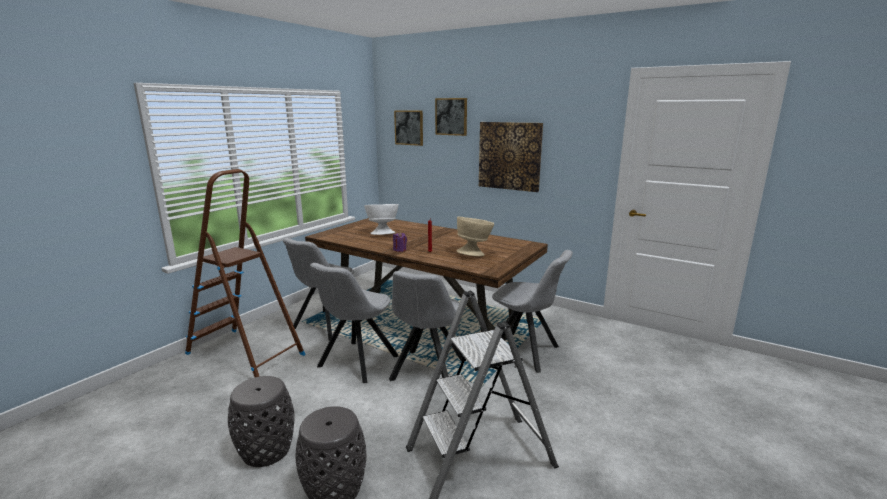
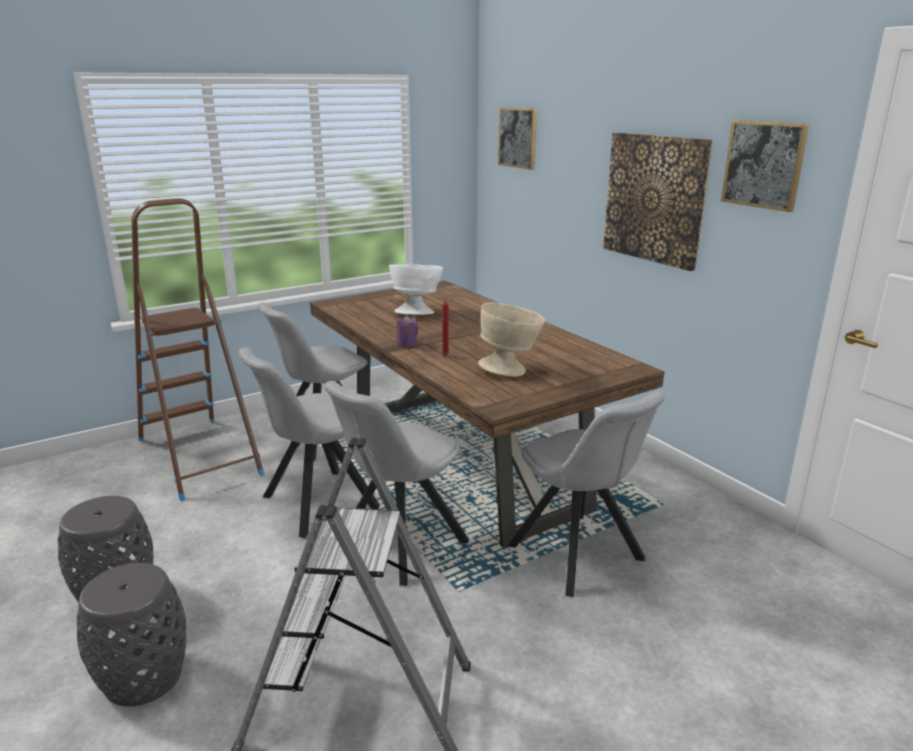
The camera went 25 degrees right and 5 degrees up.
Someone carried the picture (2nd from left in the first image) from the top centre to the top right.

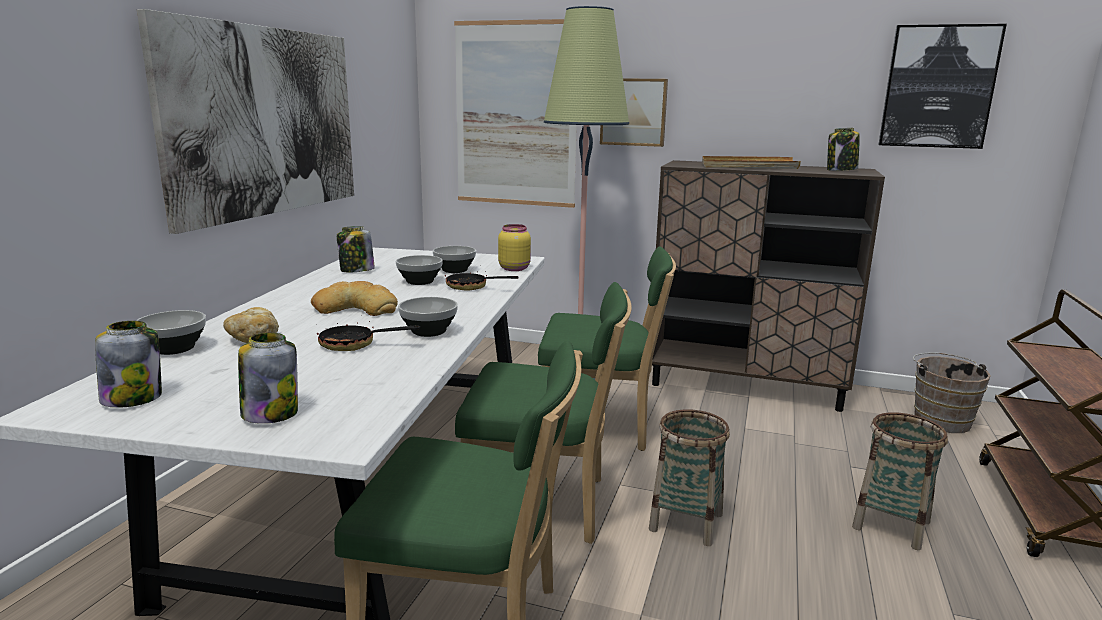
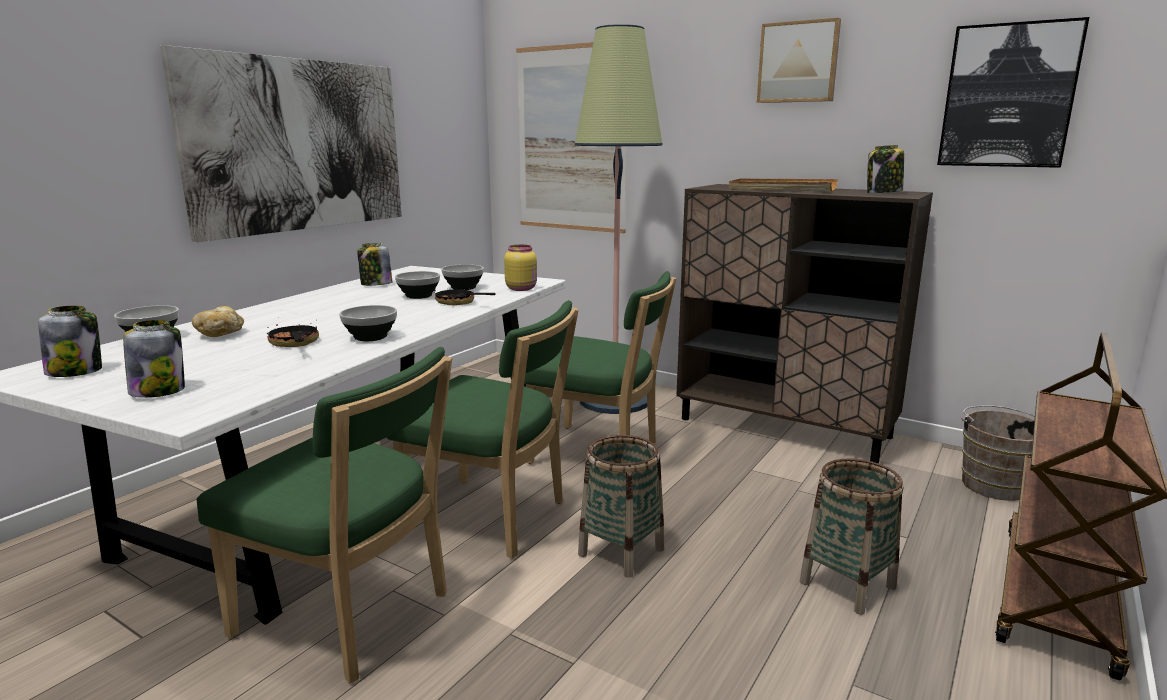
The camera went 15 degrees right and 0 degrees up.
Someone took away the baked bread (2nd from left) at the middle left.
Someone carried the picture (3rd from left) from the top centre to the top right.
Someone rotated the skillet (1st from left) at the centre by 45 degrees clockwise.

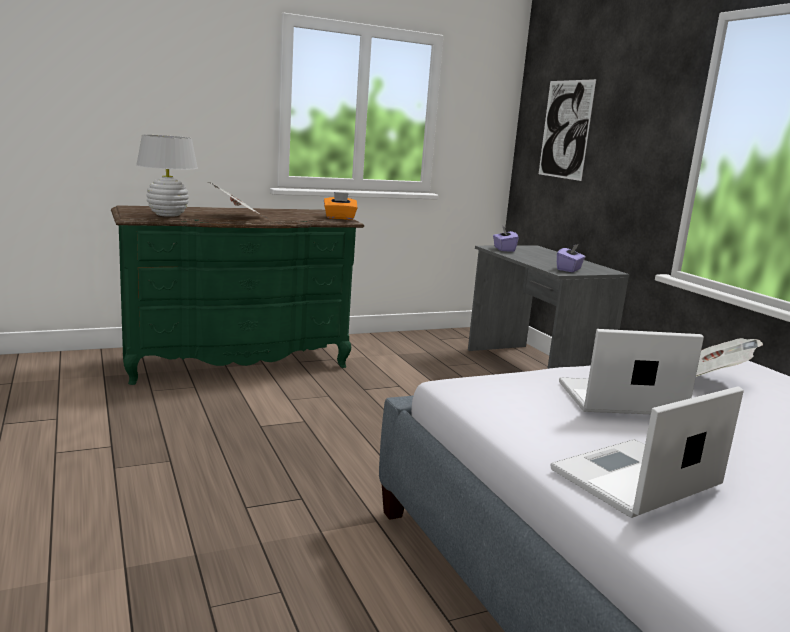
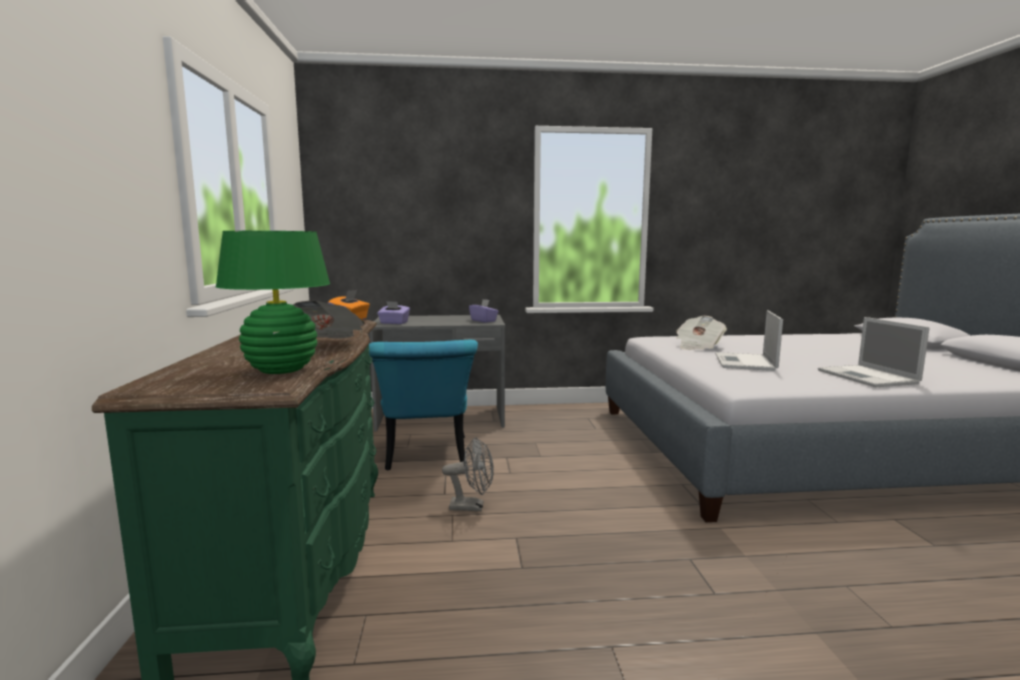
The camera went 70 degrees left and 5 degrees down.
Someone took away the picture at the top right.
Someone put down the chair in turquoise-coloured at the centre.
Someone put down the fan in gray at the bottom centre.
Someone repainted the table lamp in white at the top left, which became the table lamp in green at the middle left.

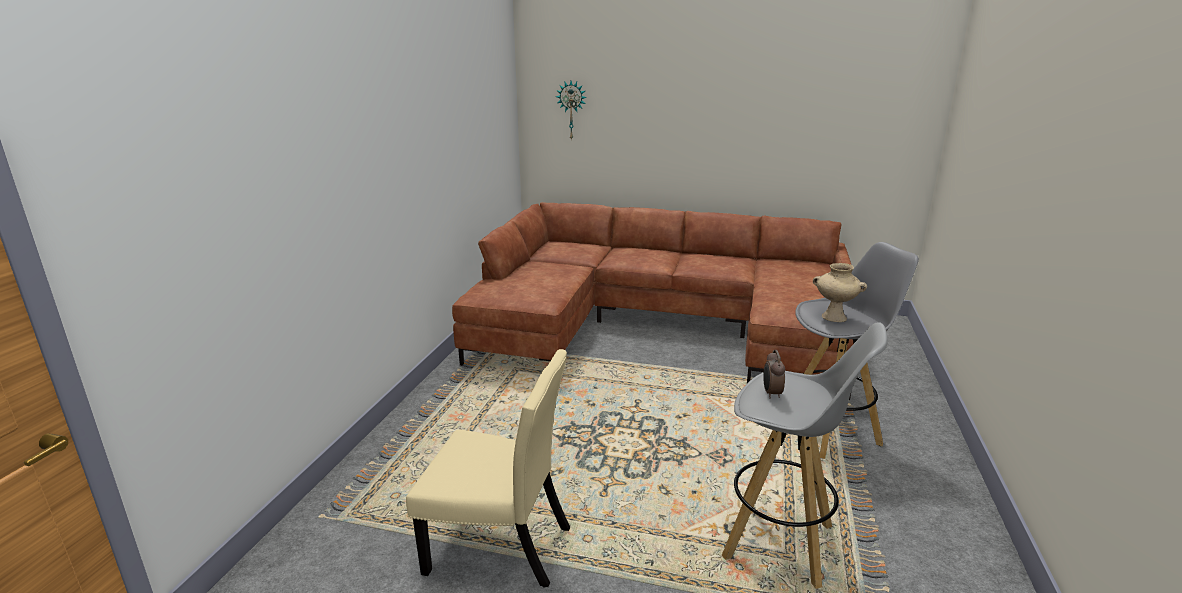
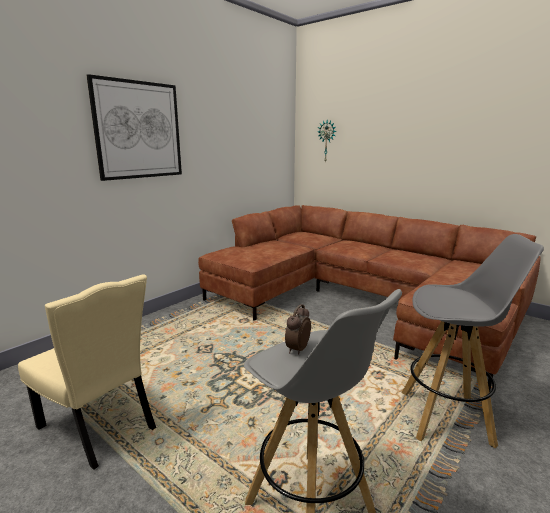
The camera went 25 degrees right and 5 degrees down.
Someone took away the decorative vase in sand-coloured at the middle right.
Someone put up the picture at the top left.

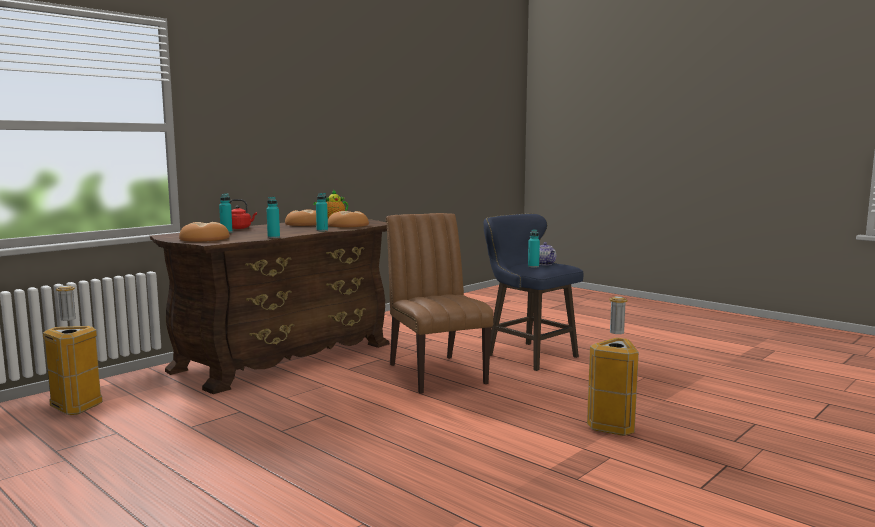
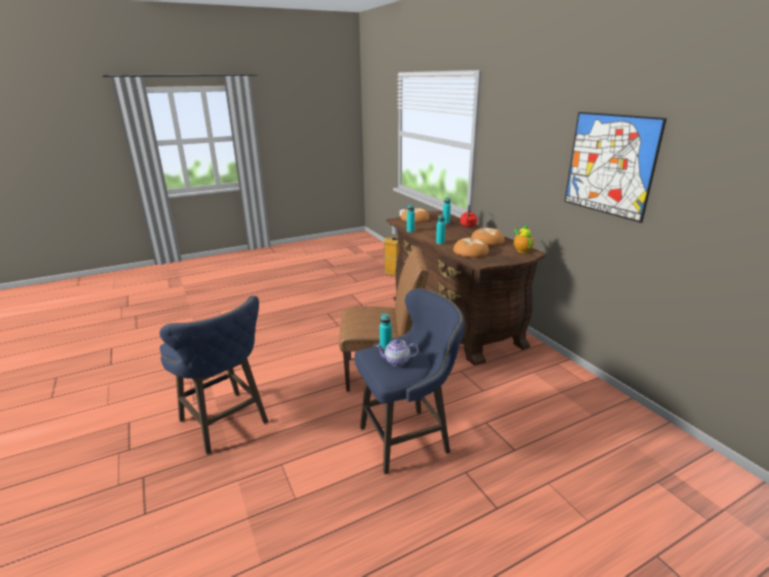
The camera went 110 degrees right and 15 degrees up.
Someone put up the picture at the top right.
Someone swapped the waste bin (2nd from left) at the bottom right for the stool seat in bluish (1st from left) at the middle left.

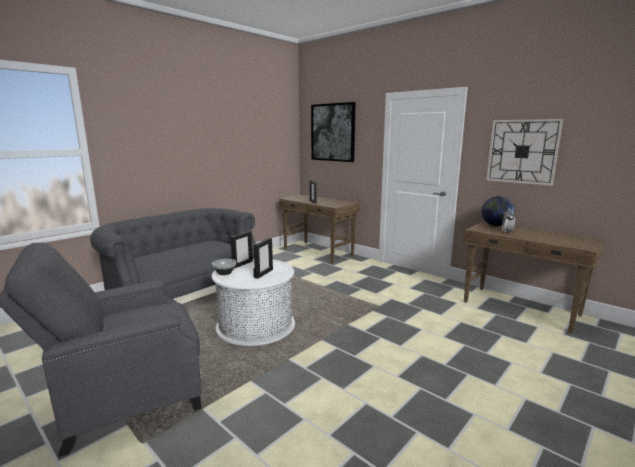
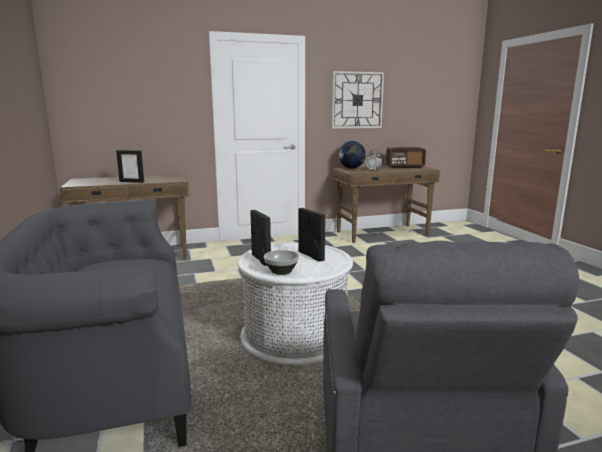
The camera went 60 degrees left and 0 degrees up.
Someone took away the picture at the top centre.
Someone put down the radio set at the middle right.

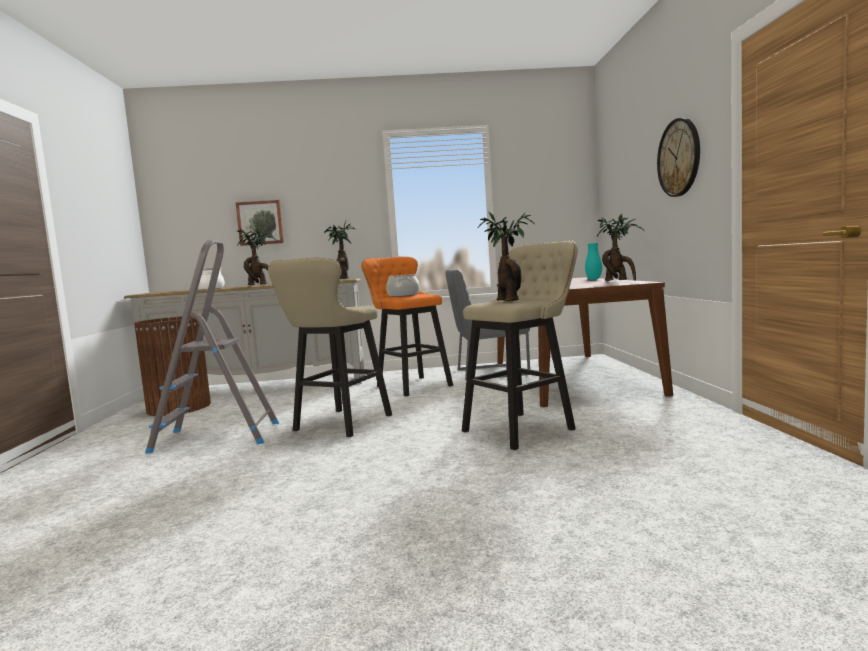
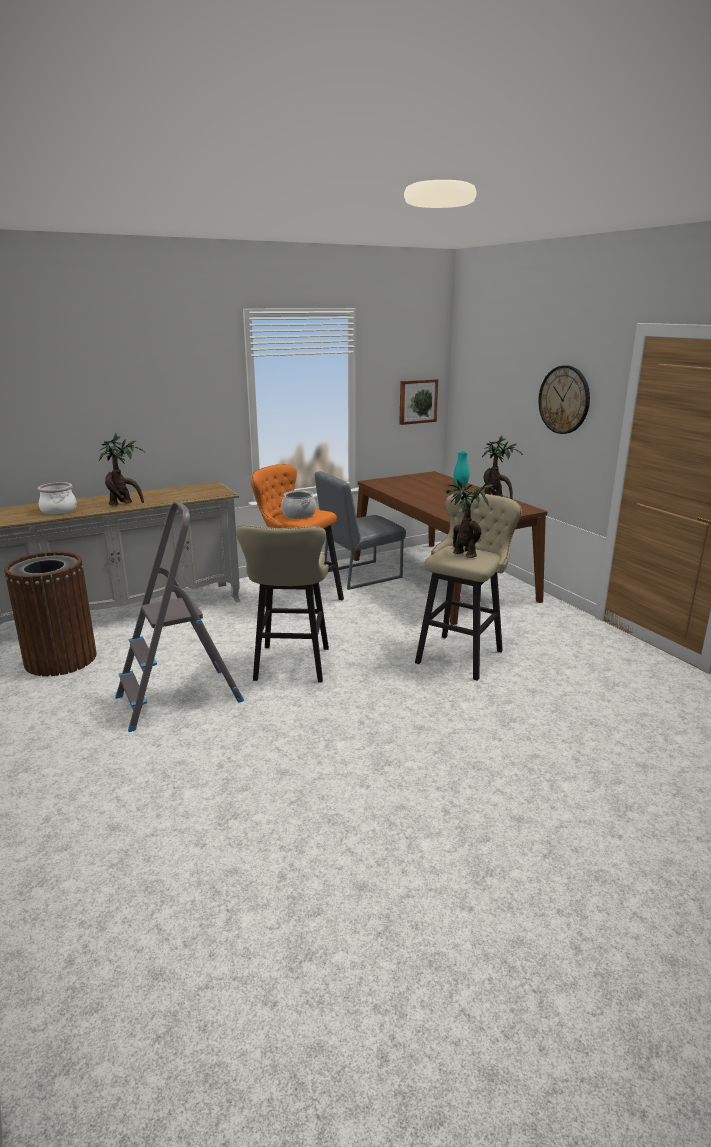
The camera went 25 degrees left and 15 degrees up.
Someone took away the plant in a pot (2nd from left) at the centre.
Someone carried the picture from the middle left to the centre.

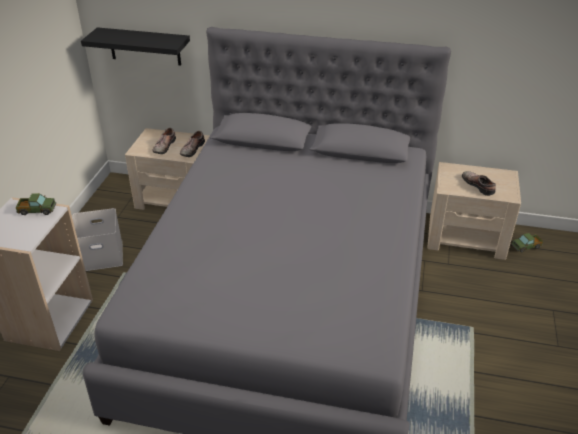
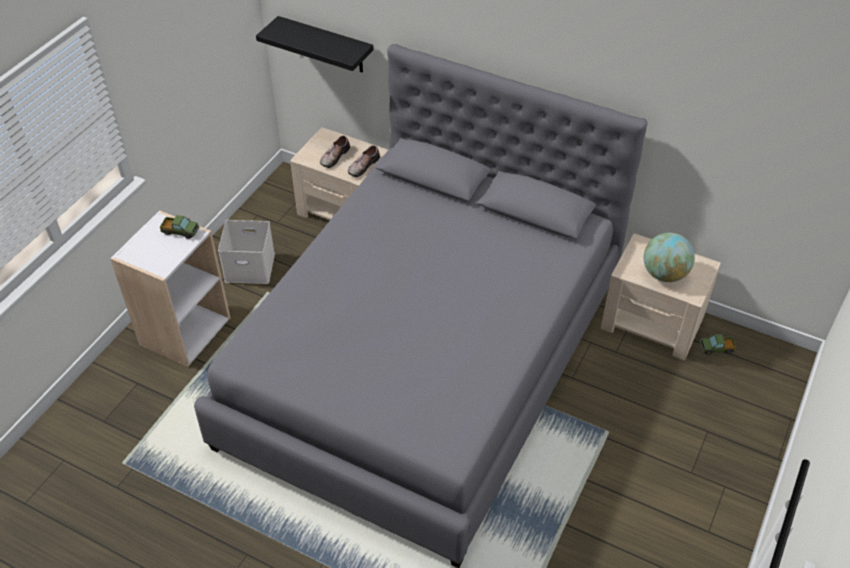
The camera went 15 degrees right and 10 degrees up.
Someone swapped the item of footwear (3rd from left) at the middle right for the globe at the middle right.

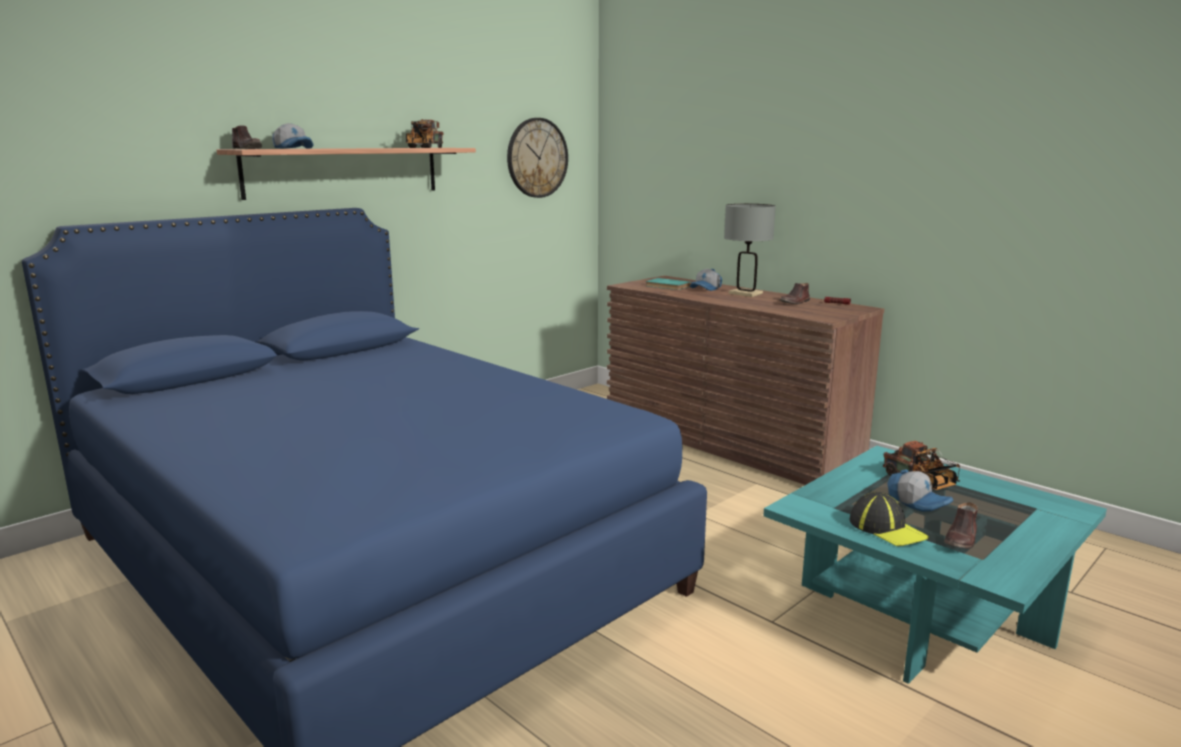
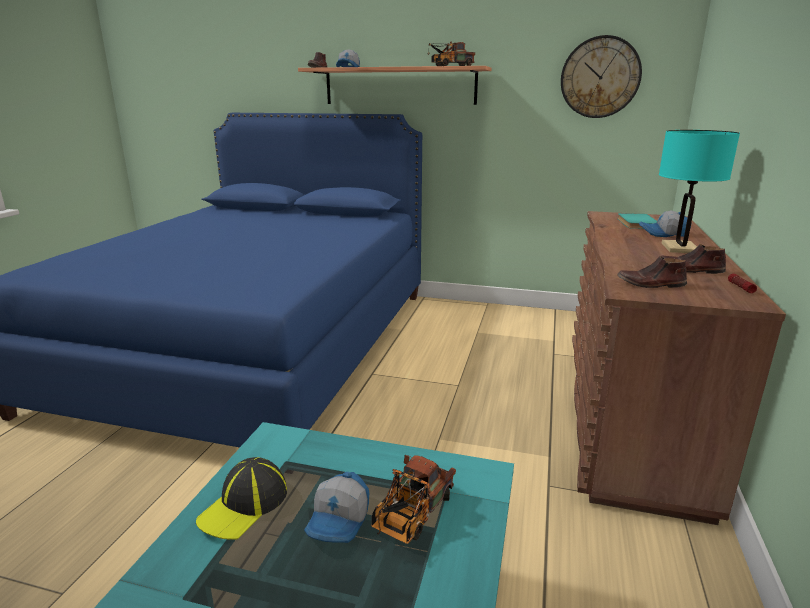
The camera went 60 degrees right and 5 degrees up.
Someone carried the item of footwear in brownish (3rd from left in the first image) from the bottom right to the middle right.
Someone repainted the table lamp in gray at the centre, which became the table lamp in turquoise-coloured at the top right.

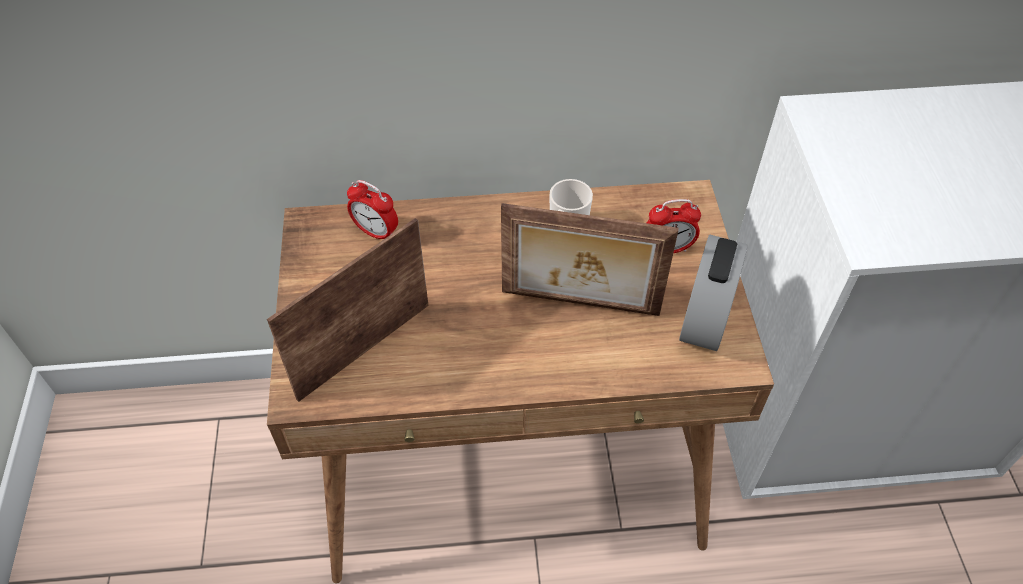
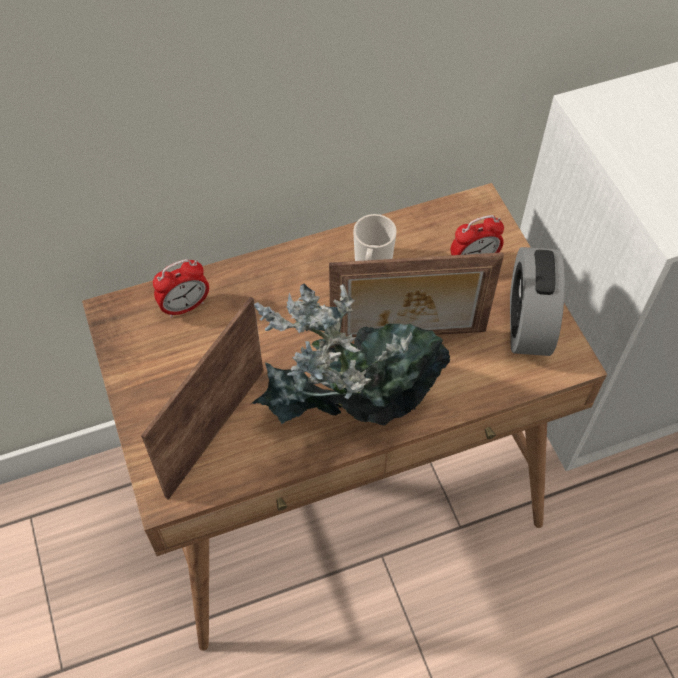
The camera went 15 degrees left and 5 degrees up.
Someone put down the plant in a pot at the centre.
Someone rotated the table clock (1st from left) at the centre by 45 degrees counterclockwise.

